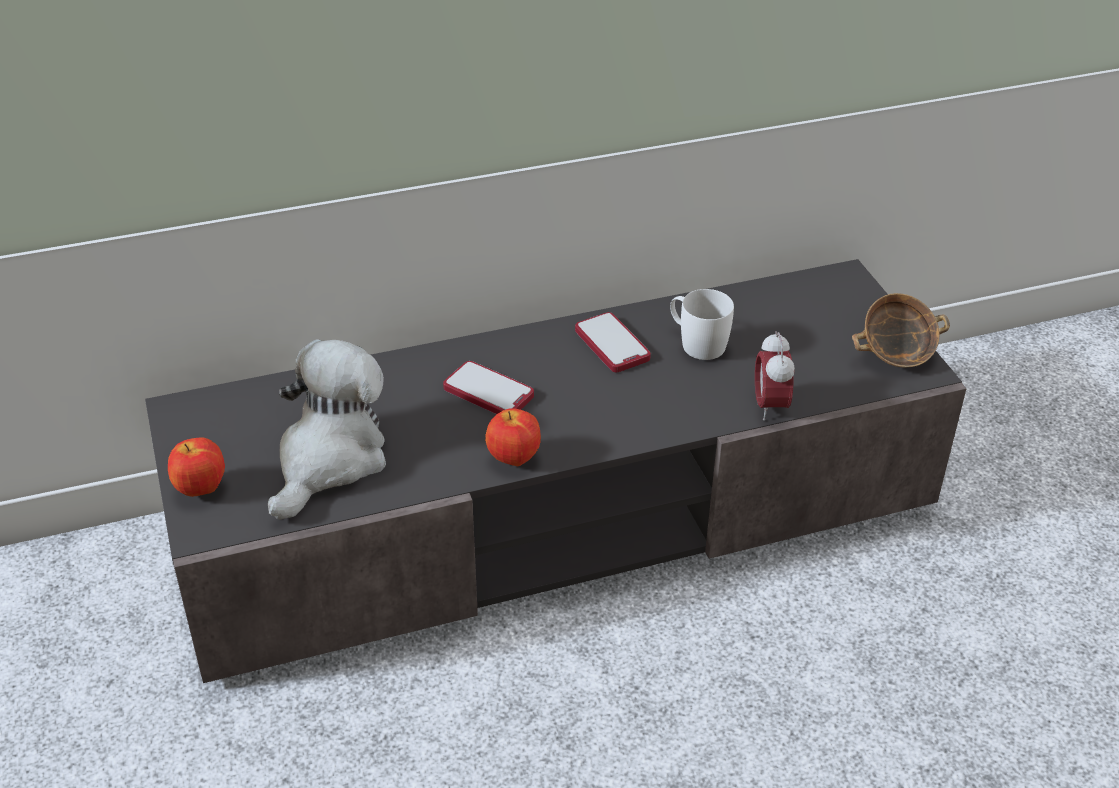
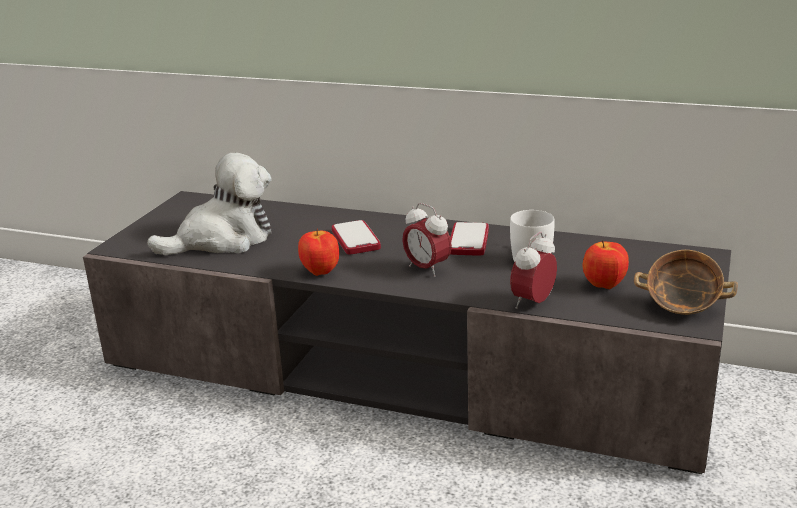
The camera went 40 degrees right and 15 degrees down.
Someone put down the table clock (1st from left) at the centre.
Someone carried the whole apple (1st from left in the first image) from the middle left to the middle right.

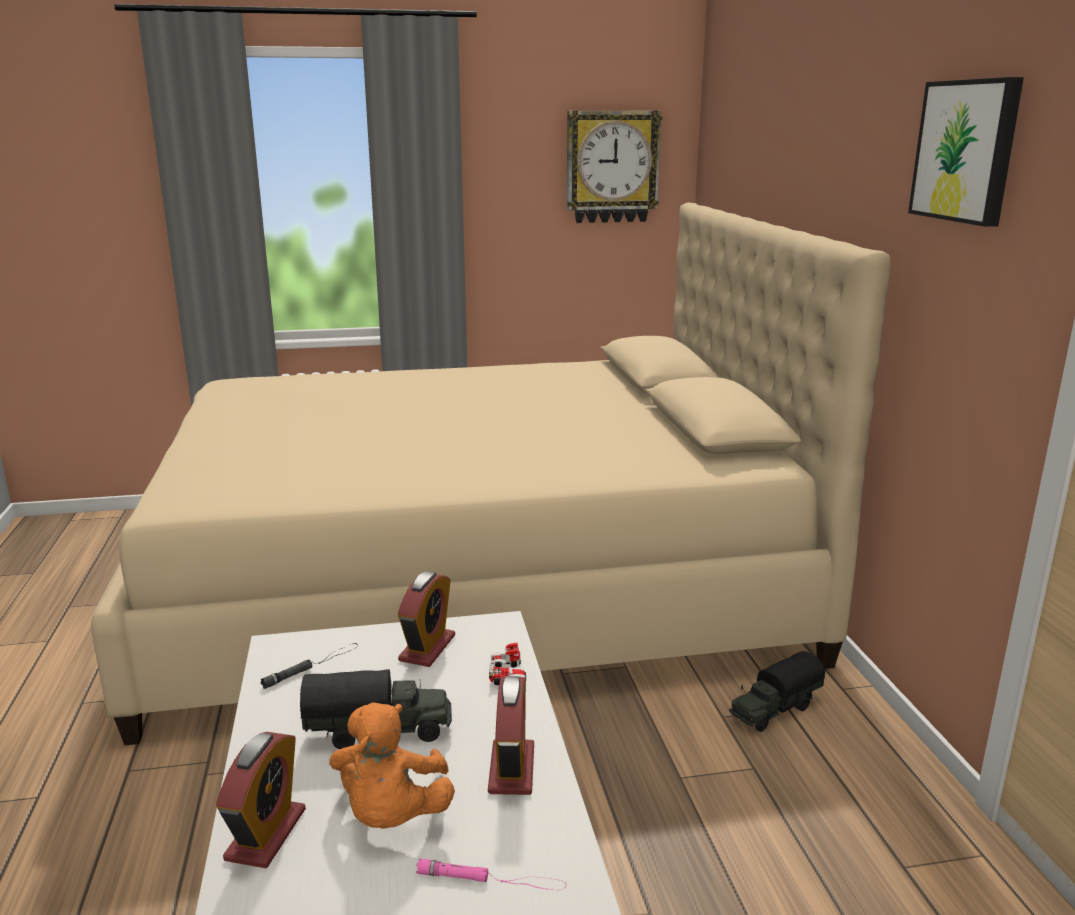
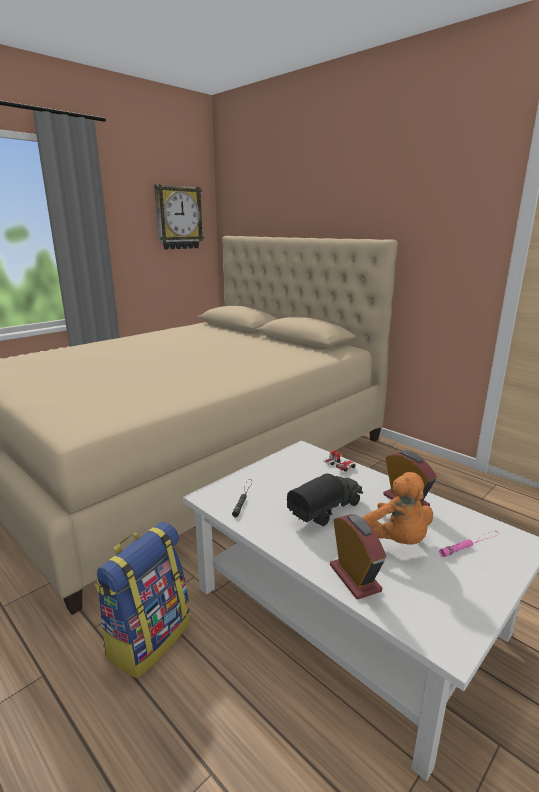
The camera went 35 degrees left and 0 degrees up.
Someone took away the table clock (2nd from left) at the bottom centre.
Someone took away the toy lorry (2nd from left) at the bottom right.
Someone took away the picture at the top right.
Someone put down the knapsack at the bottom left.

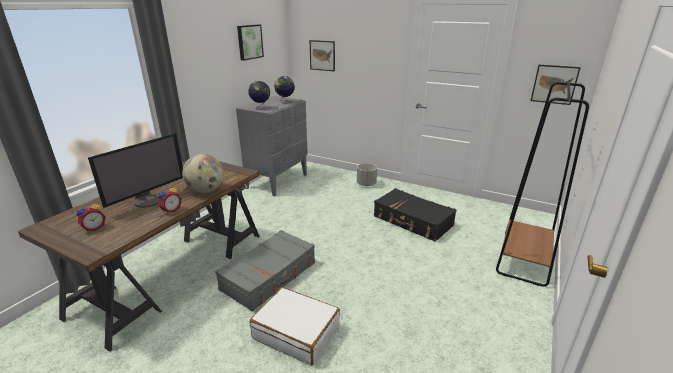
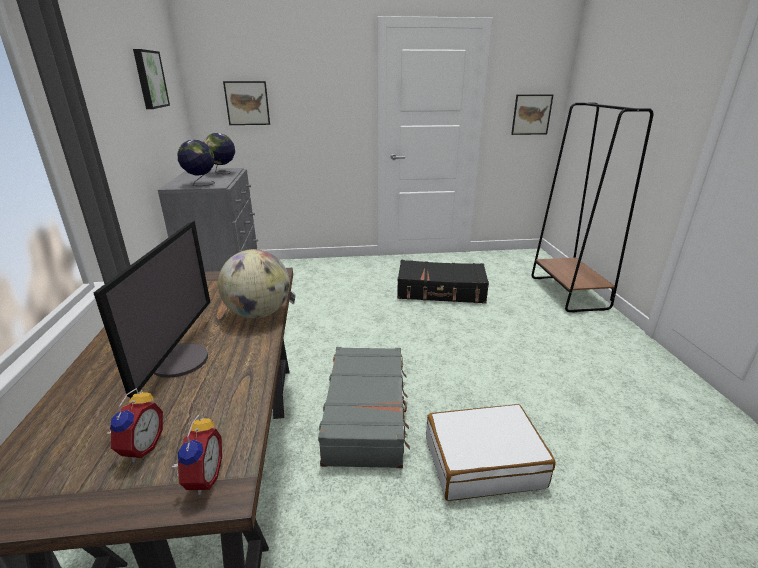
The camera went 35 degrees left and 0 degrees up.
Someone took away the planter in gray at the centre.
Someone carried the table clock (2nd from left) from the middle left to the bottom left.

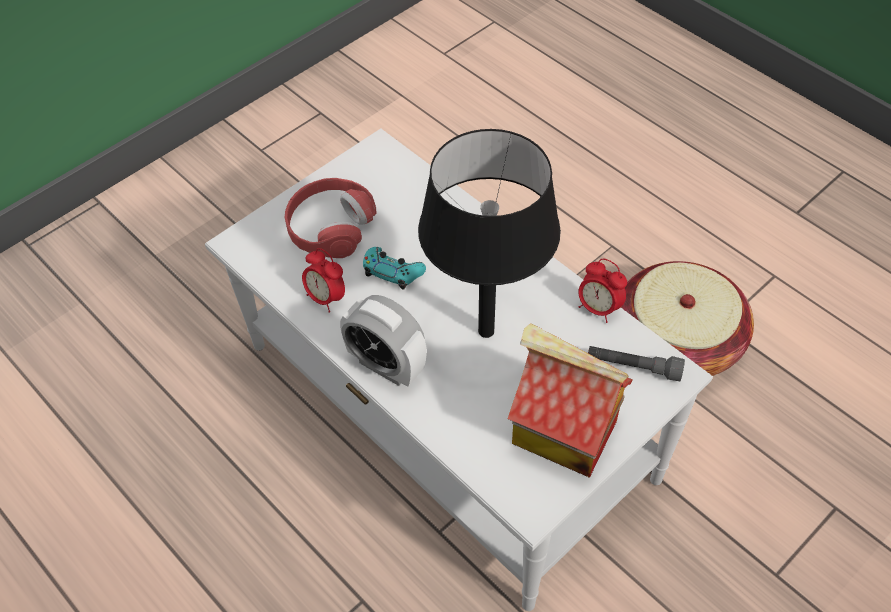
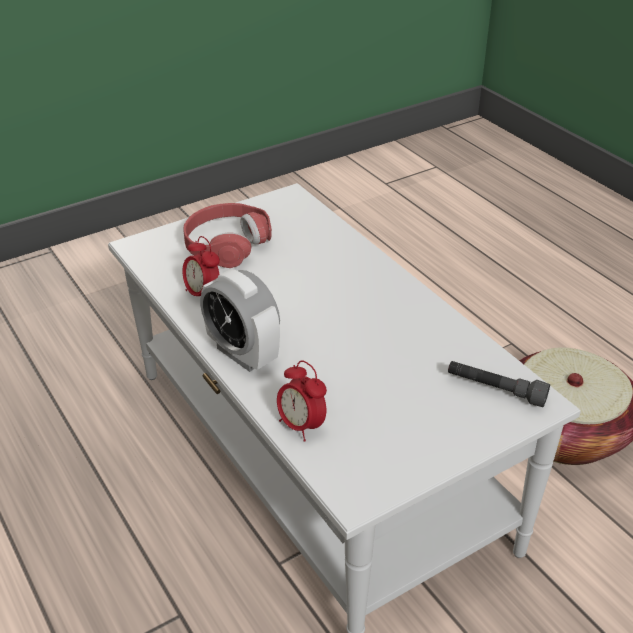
The camera went 10 degrees right and 15 degrees down.
Someone took away the joypad in turquoise-coloured at the centre.
Someone took away the table lamp in black-coloured at the centre.
Someone took away the model house at the centre.
Someone carried the table clock (3rd from left) from the middle right to the centre.

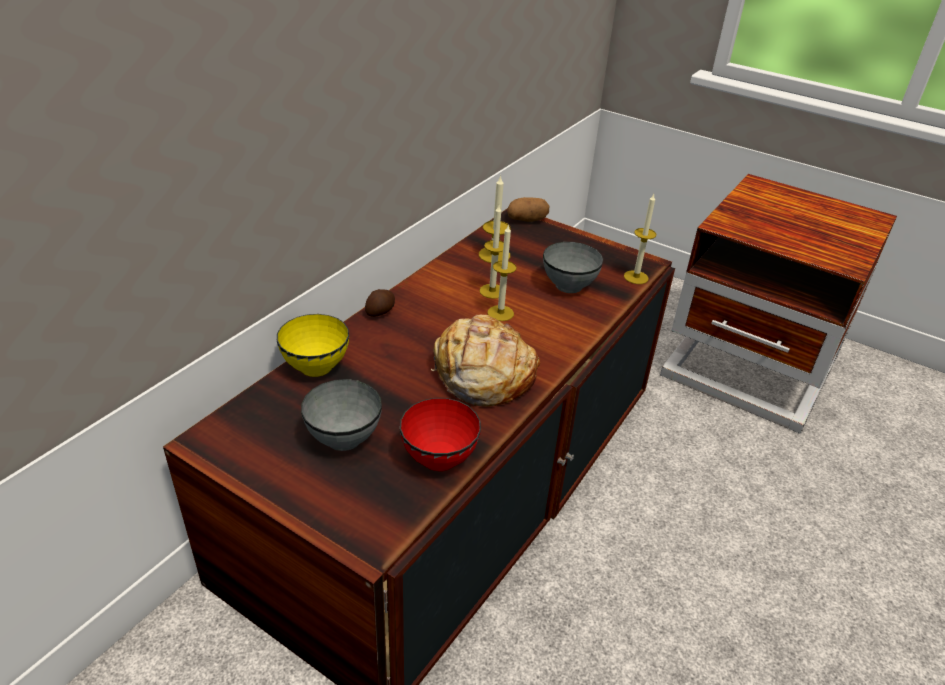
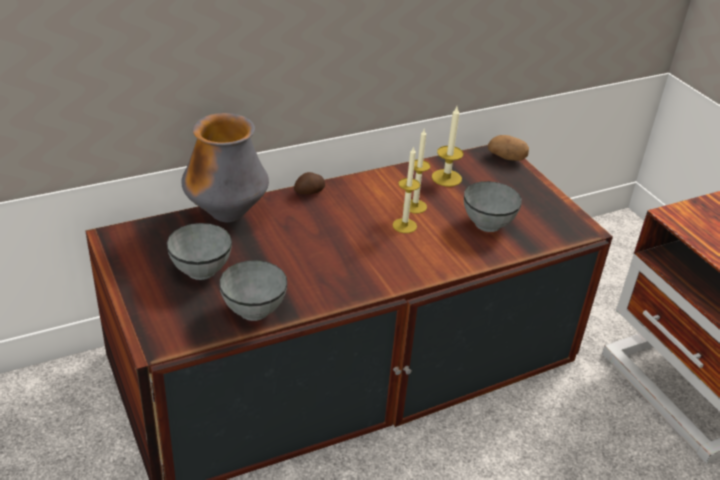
The camera went 30 degrees right and 0 degrees up.
Someone took away the baked bread at the centre.
Someone took away the candle (4th from left) at the middle right.
Someone swapped the serving bowl in yellowish at the middle left for the decorative vase at the middle left.
Someone repainted the serving bowl in red-coloured at the centre, which became the serving bowl in gray (2nd from left) at the centre.

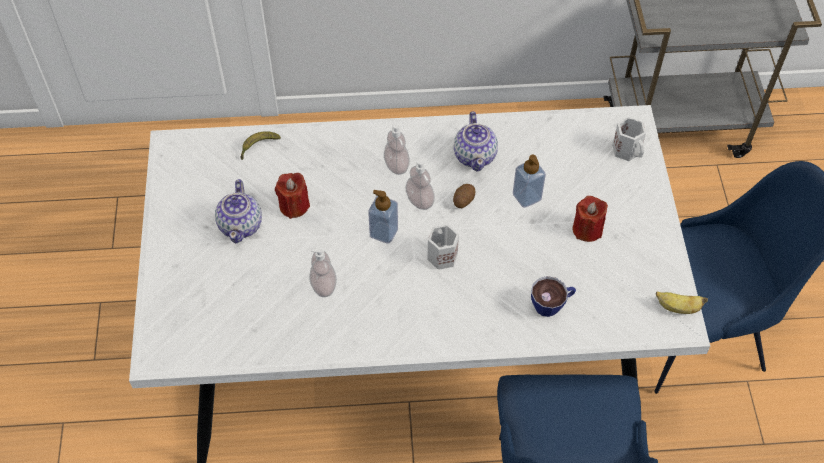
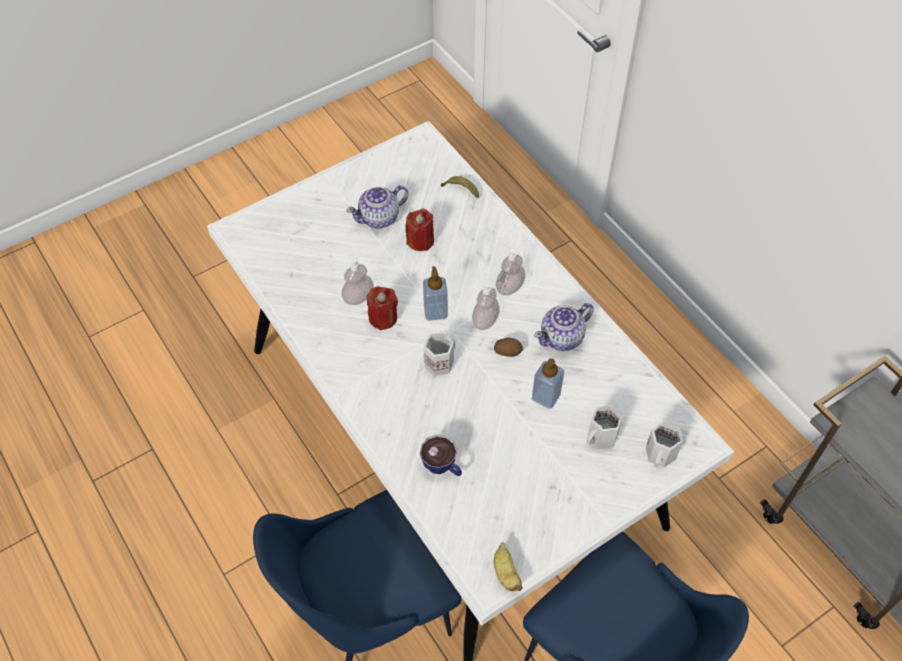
The camera went 60 degrees right and 0 degrees up.
Someone put down the coffee mug in white (2nd from left) at the middle right.
Someone carried the candle in red-coloured (2nd from left in the first image) from the middle right to the centre.

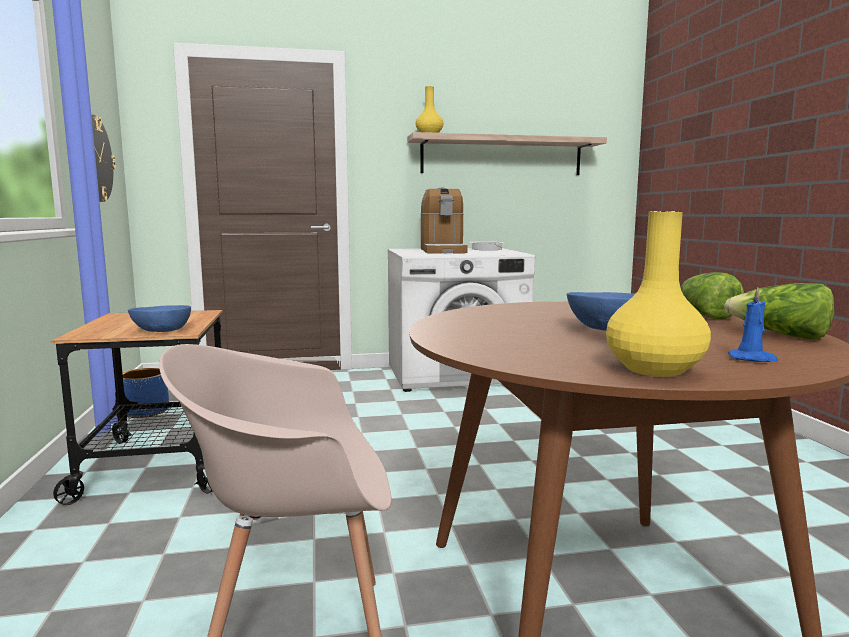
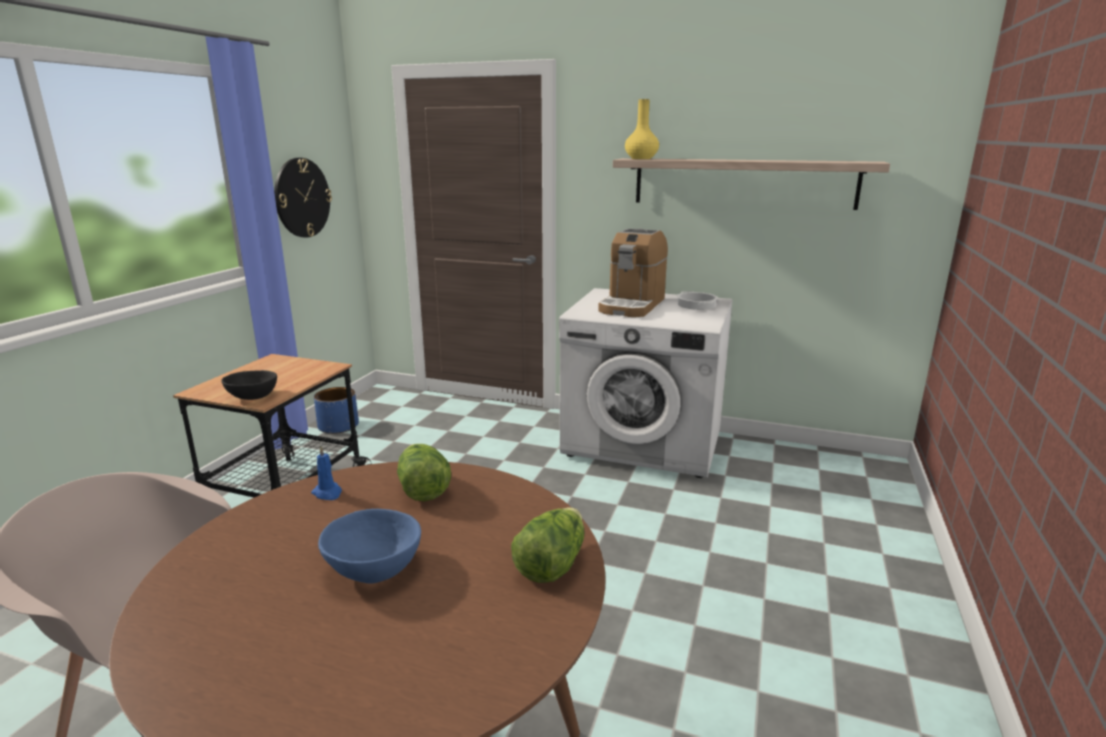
The camera went 30 degrees right and 10 degrees up.
Someone took away the decorative vase in yellowish (2nd from left) at the middle right.
Someone carried the lettuce (2nd from left in the first image) from the middle right to the centre.
Someone carried the candle in bluish from the middle right to the middle left.
Someone repainted the serving bowl in bluish (1st from left) at the middle left, which became the serving bowl in black-coloured at the middle left.

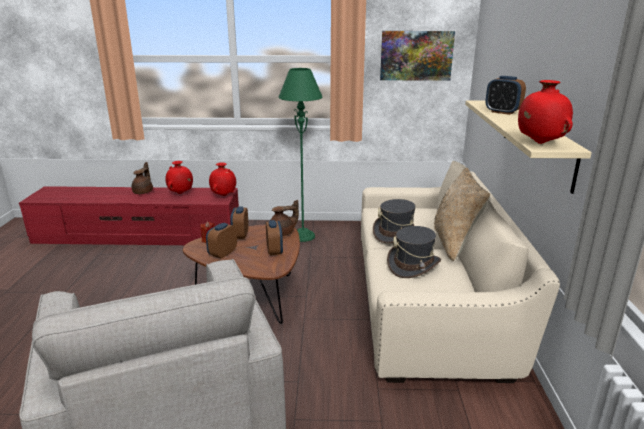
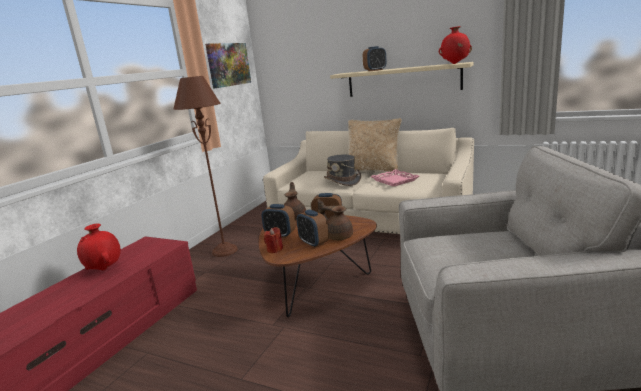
The camera went 65 degrees left and 5 degrees down.
Someone took away the decorative vase in red-coloured (2nd from left) at the centre.
Someone carried the tea pot in brownish (1st from left in the first image) from the middle left to the centre.
Someone swapped the clothing hat in gray (2nd from left) at the centre for the tray in pink at the centre.
Someone repainted the standing lamp in green at the centre, which became the standing lamp in brownish at the middle left.

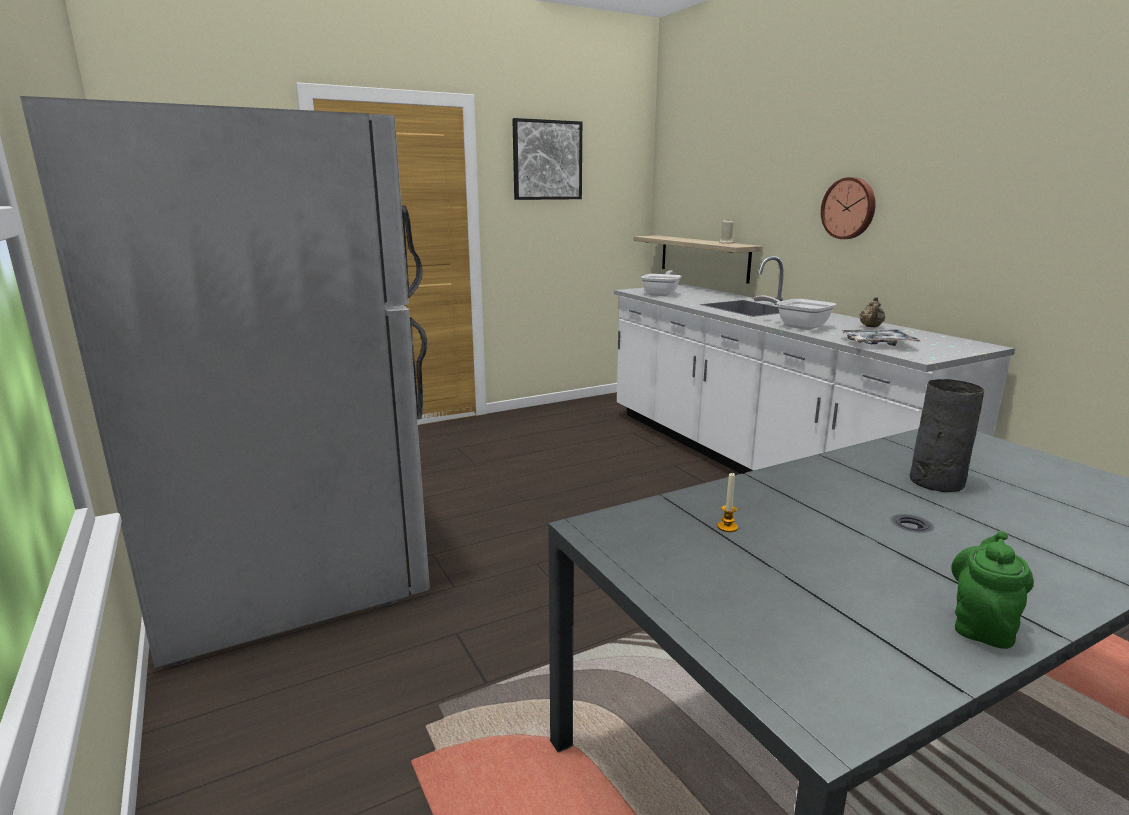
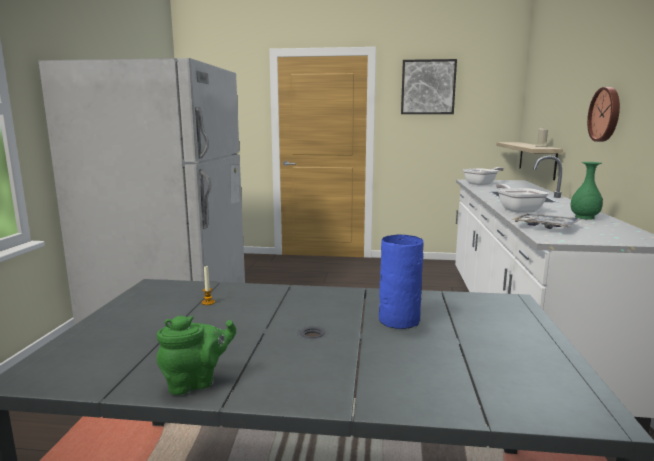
The camera went 35 degrees right and 5 degrees down.
Someone swapped the tea pot in sand-coloured at the middle right for the decorative vase in green at the middle right.
Someone repainted the decorative vase in gray at the middle right, which became the decorative vase in bluish at the centre.

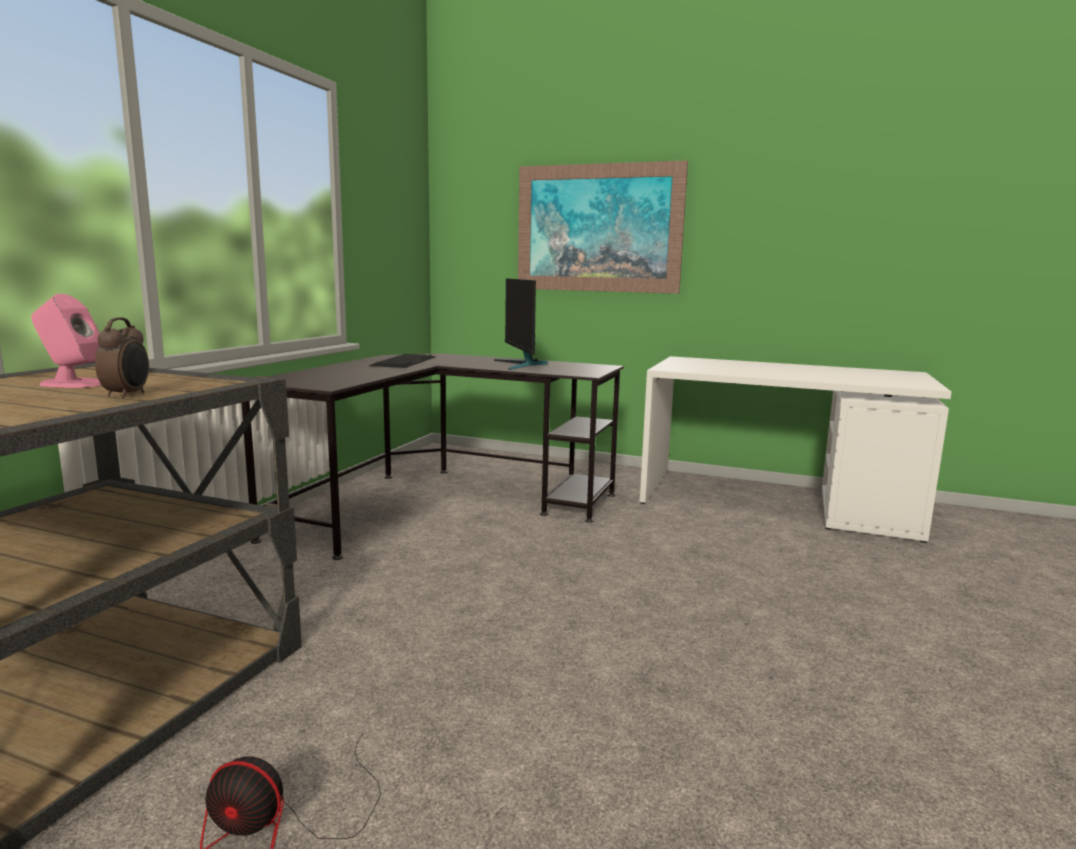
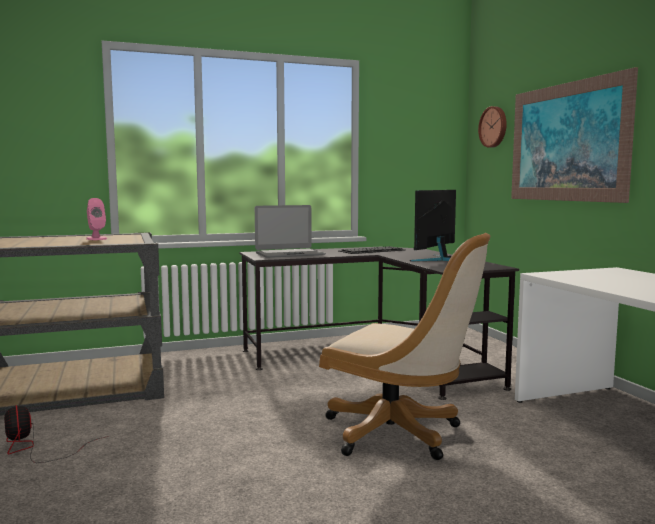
The camera went 50 degrees right and 5 degrees down.
Someone took away the table clock at the middle left.
Someone put down the portable computer at the centre.
Someone put down the desk chair at the centre.
Someone put up the clock on the wall at the top right.

